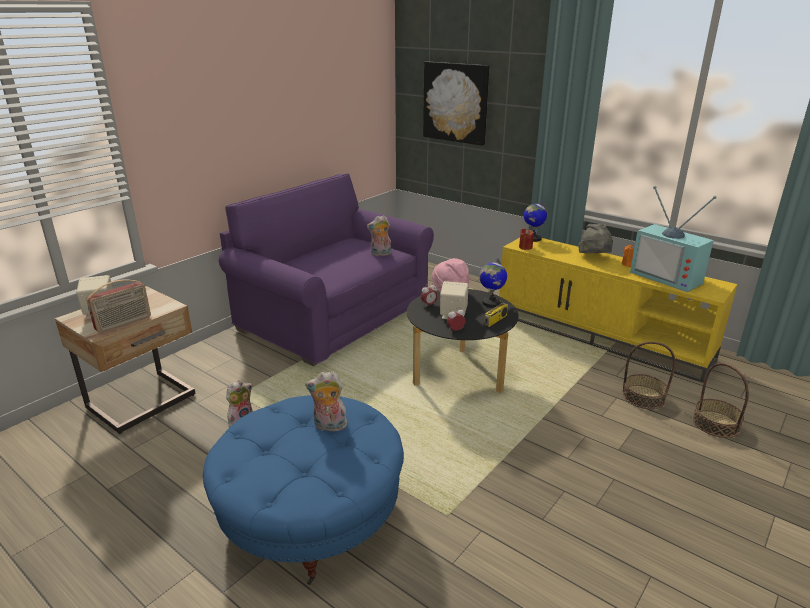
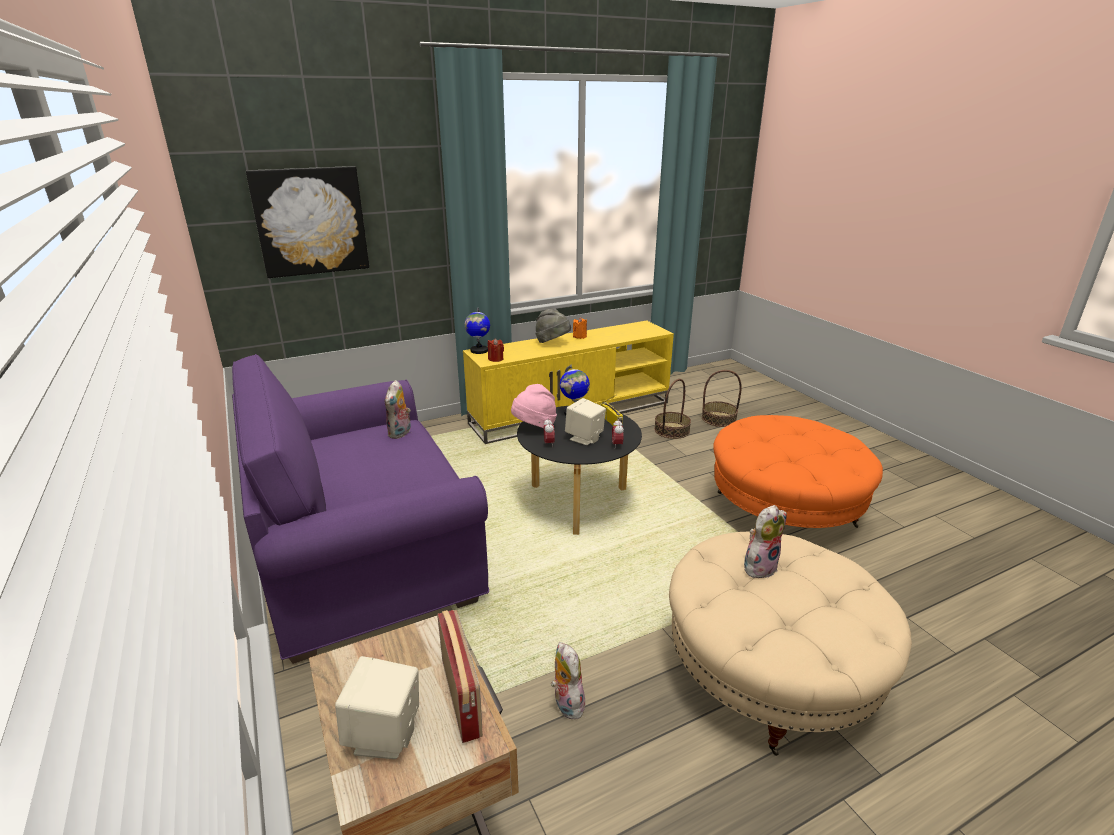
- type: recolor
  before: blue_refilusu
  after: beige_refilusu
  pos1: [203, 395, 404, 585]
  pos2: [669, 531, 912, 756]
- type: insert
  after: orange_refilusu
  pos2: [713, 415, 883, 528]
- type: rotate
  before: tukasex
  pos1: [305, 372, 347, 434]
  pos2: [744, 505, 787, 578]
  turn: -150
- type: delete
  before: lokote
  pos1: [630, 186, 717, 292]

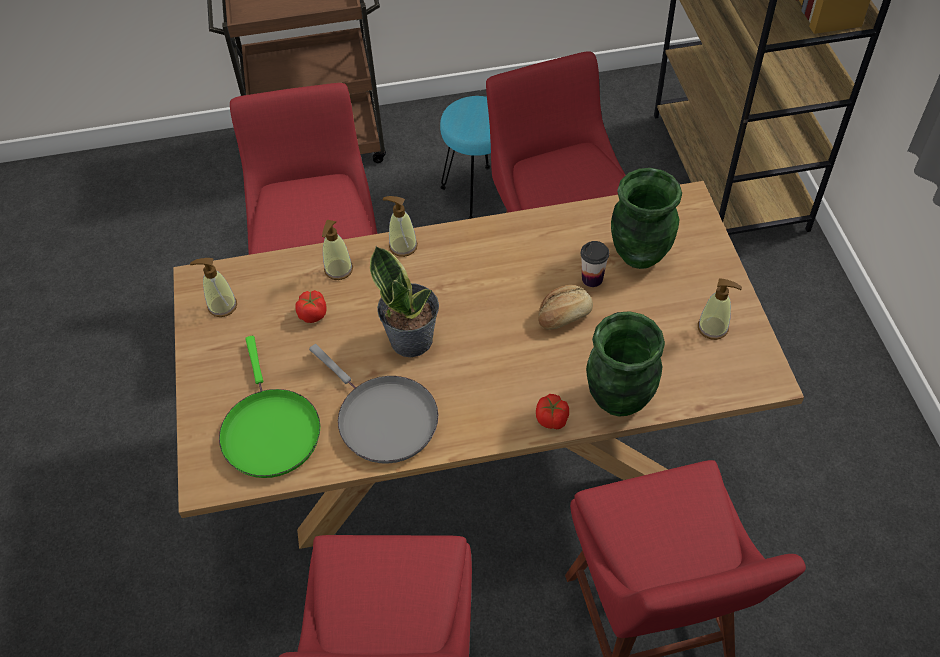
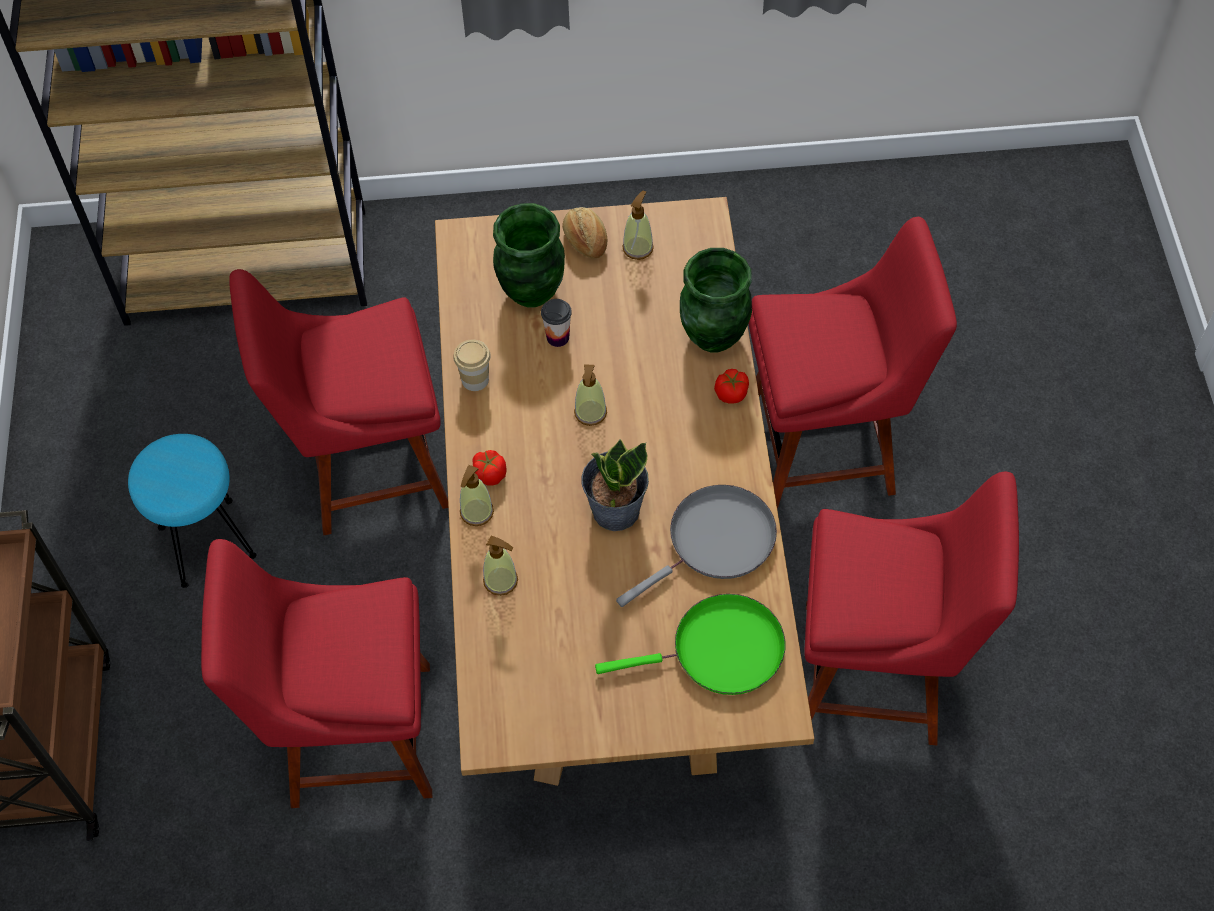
- type: insert
  after: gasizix
  pos2: [453, 340, 491, 391]
- type: move
  before: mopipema
  pos1: [296, 290, 327, 323]
  pos2: [473, 450, 507, 485]
- type: move
  before: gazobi
  pos1: [538, 285, 593, 330]
  pos2: [562, 207, 607, 259]
- type: move
  before: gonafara
  pos1: [190, 258, 237, 317]
  pos2: [574, 364, 607, 426]

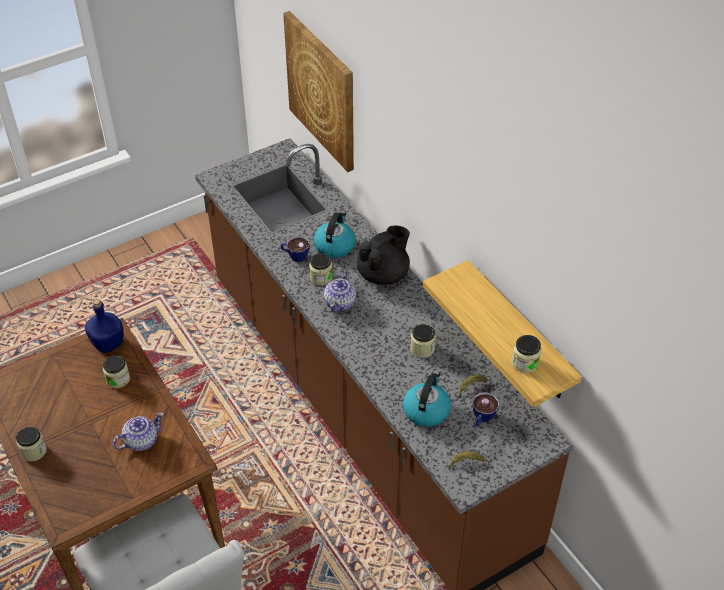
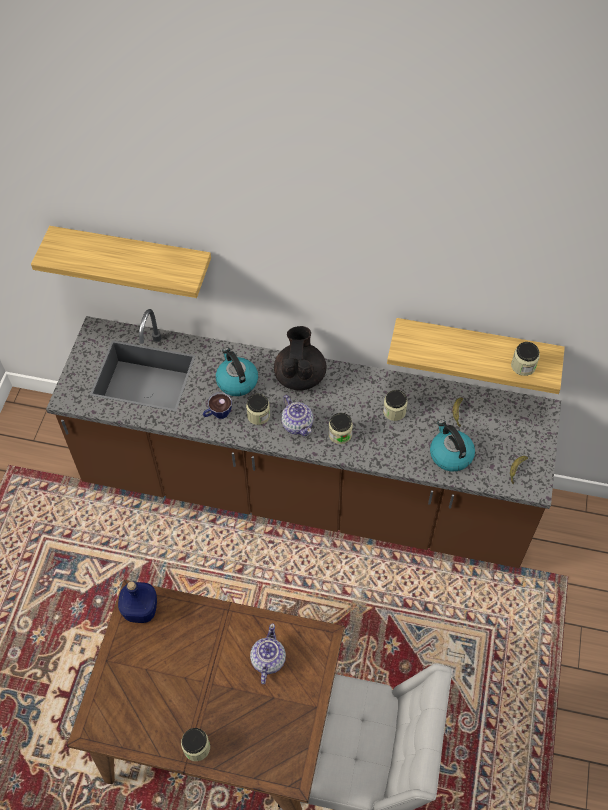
- type: replace
  before: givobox
  after: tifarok
  pos1: [283, 11, 354, 172]
  pos2: [31, 226, 211, 298]
- type: move
  before: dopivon
  pos1: [103, 355, 130, 388]
  pos2: [329, 413, 353, 444]
- type: delete
  before: gasizix
  pos1: [472, 392, 500, 426]

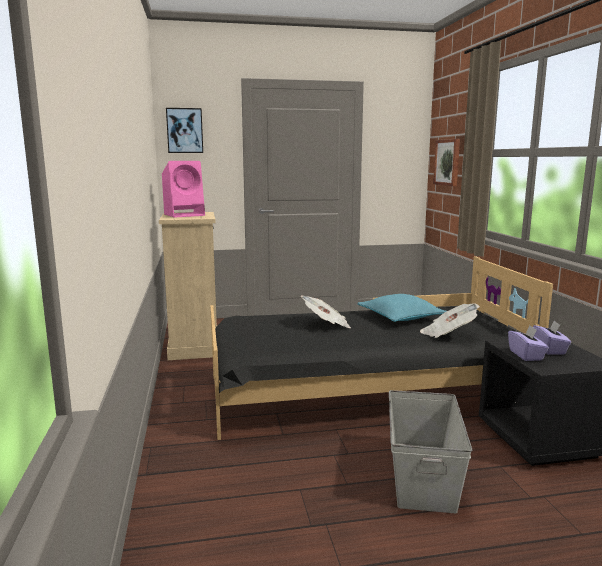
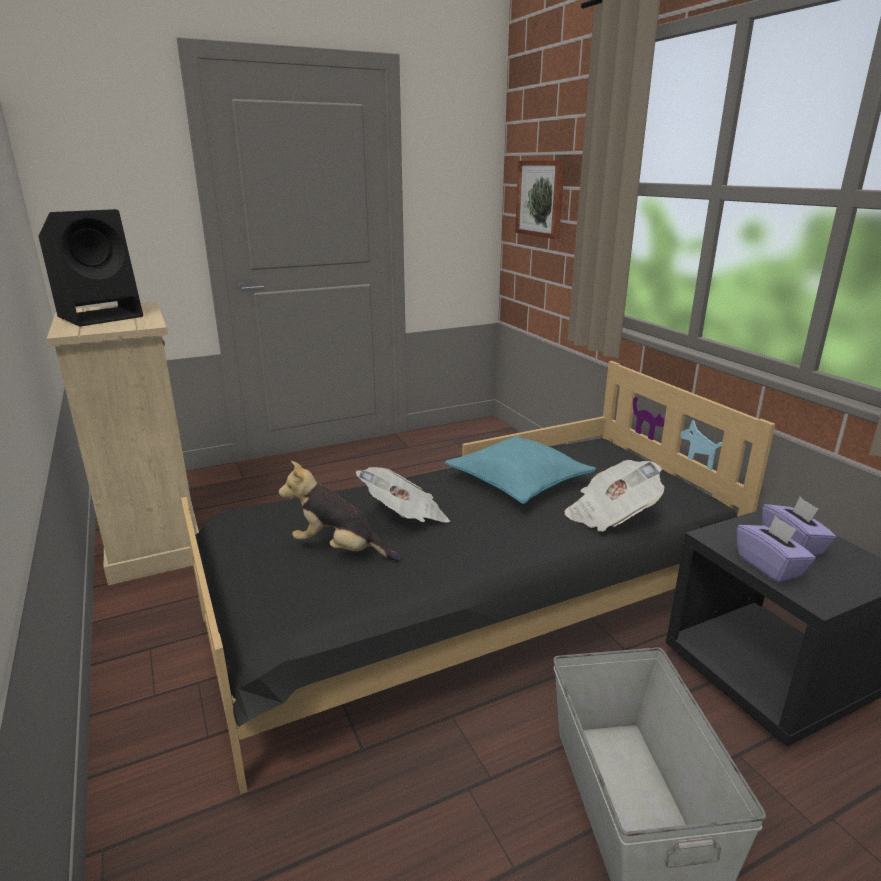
- type: recolor
  before: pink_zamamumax
  after: black_zamamumax
  pos1: [162, 161, 205, 218]
  pos2: [38, 209, 143, 327]
- type: insert
  after: tukasex
  pos2: [279, 461, 401, 561]
- type: delete
  before: givobox
  pos1: [166, 108, 203, 153]

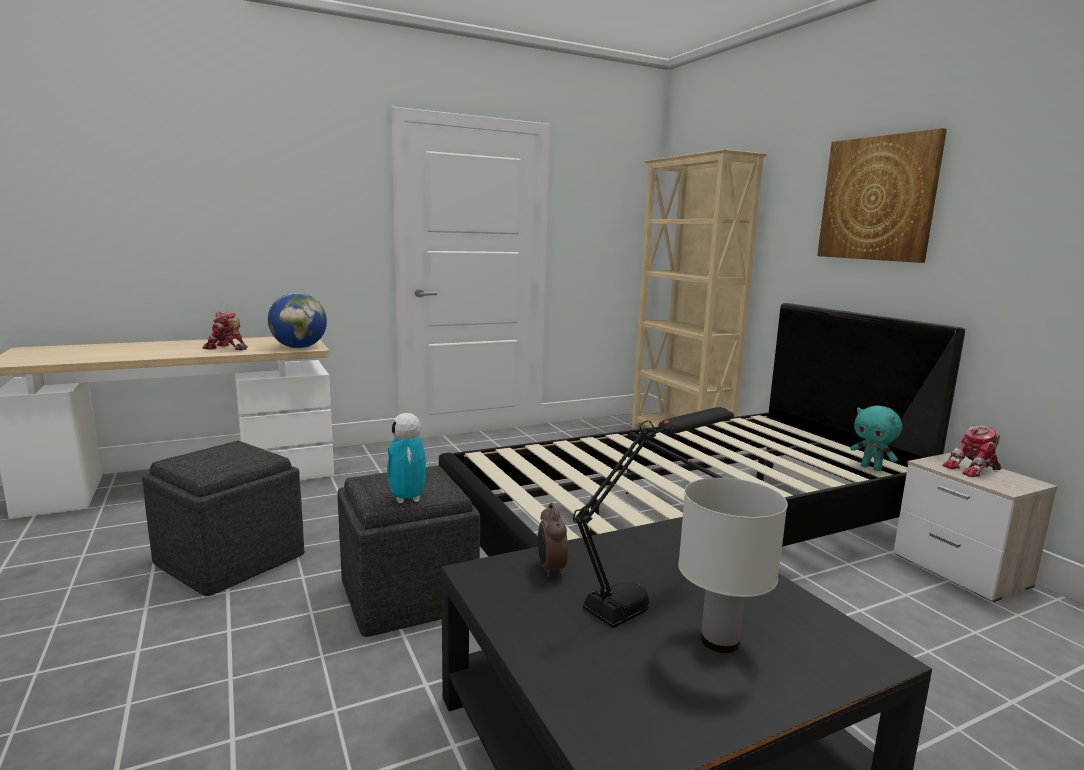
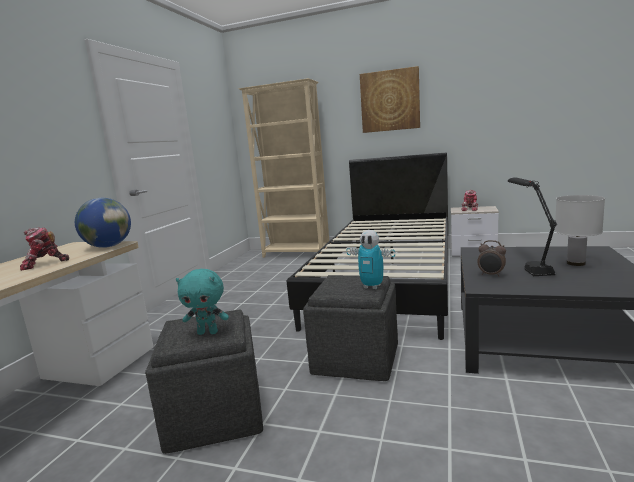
- type: move
  before: turquoise_tukasex
  pos1: [850, 406, 902, 471]
  pos2: [176, 269, 229, 335]

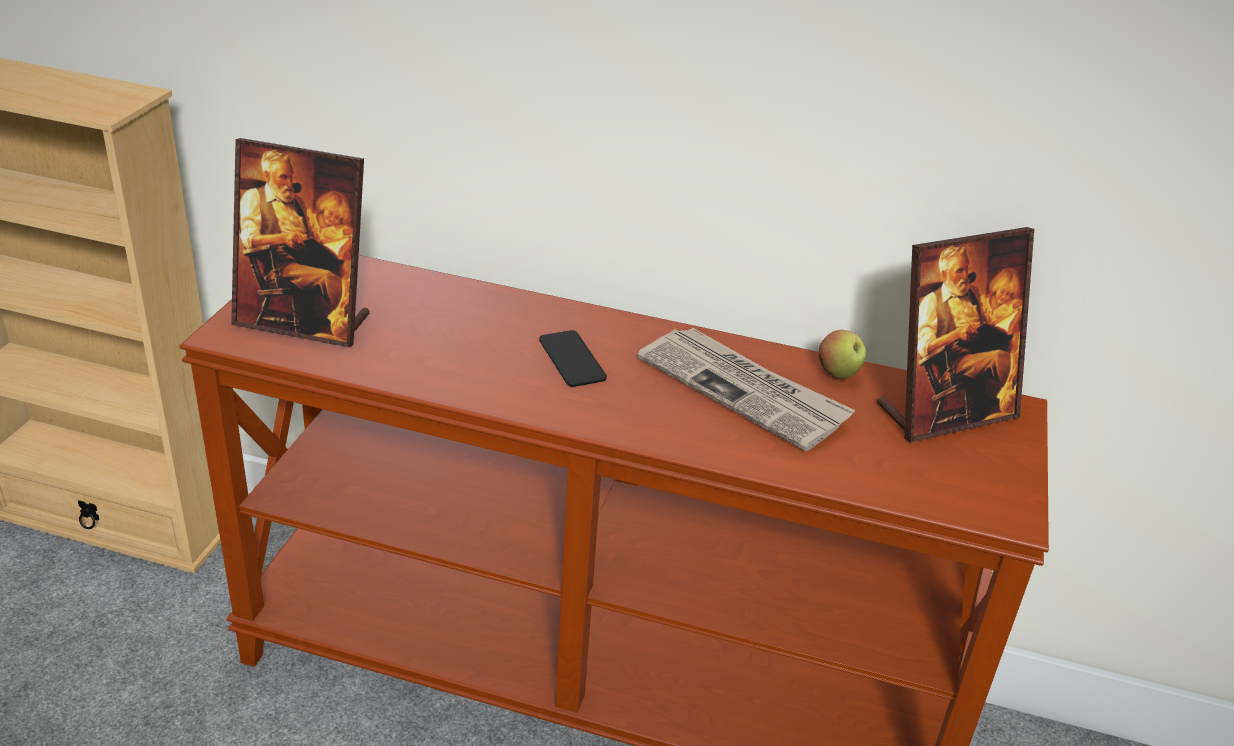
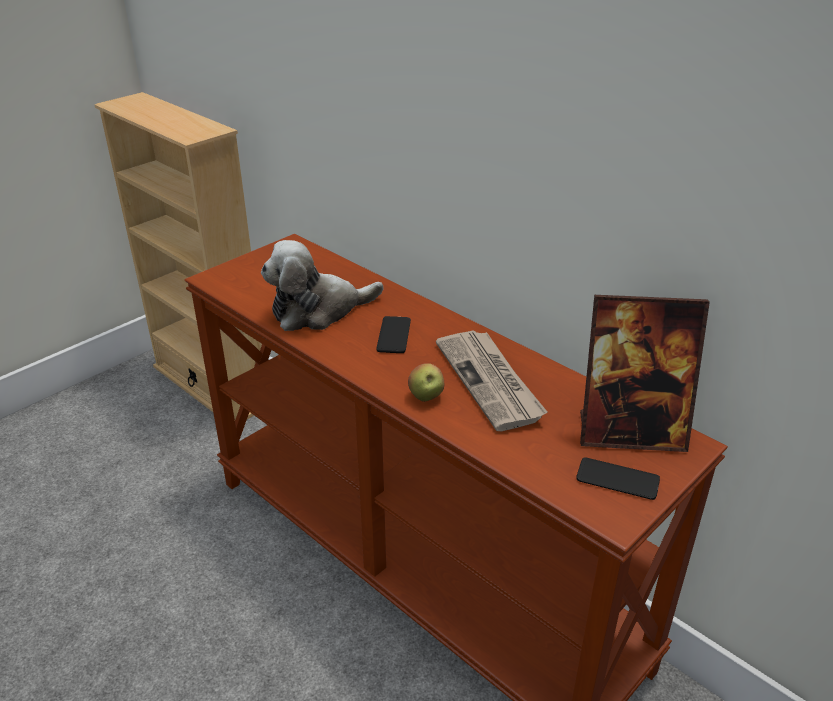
- type: insert
  after: tukasex
  pos2: [261, 240, 384, 331]
- type: move
  before: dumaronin
  pos1: [819, 330, 867, 380]
  pos2: [408, 363, 444, 402]
- type: insert
  after: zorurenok
  pos2: [576, 457, 660, 500]
- type: delete
  before: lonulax
  pos1: [231, 138, 370, 347]

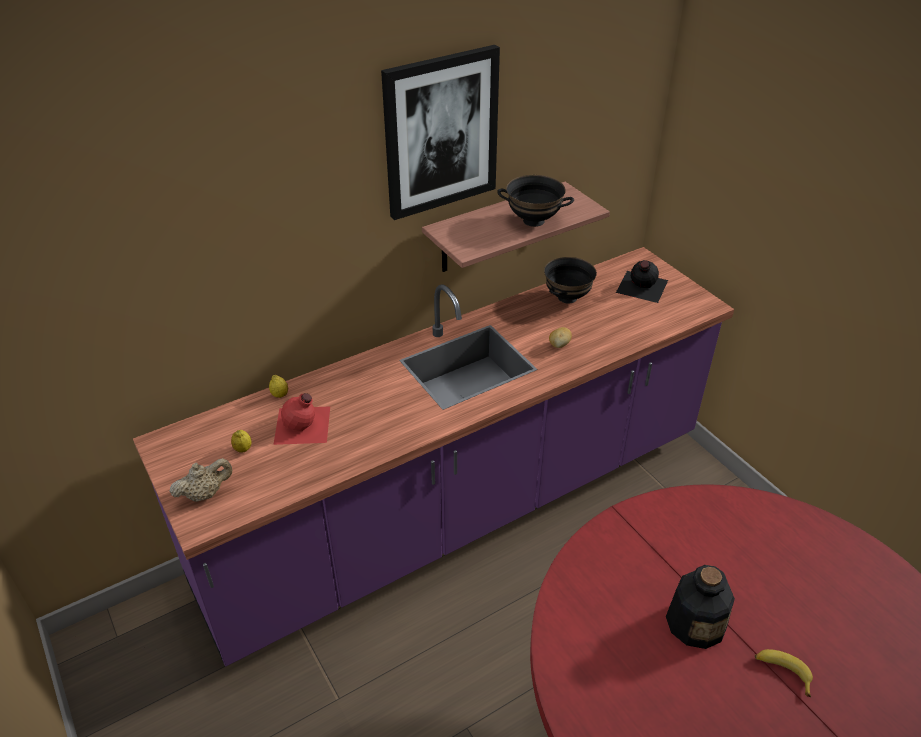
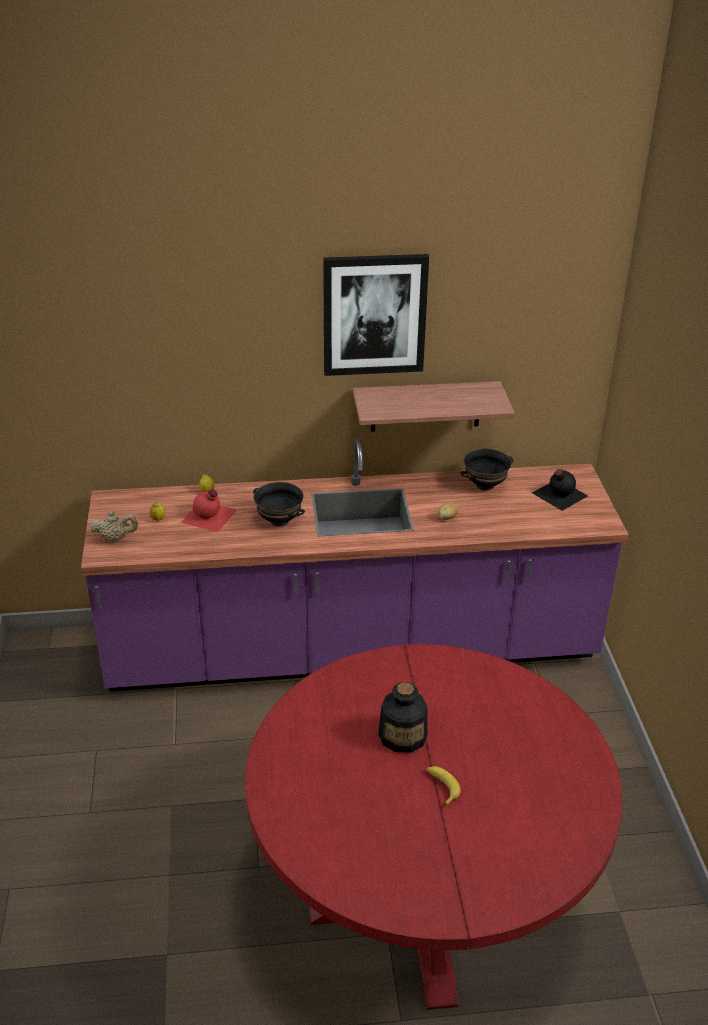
- type: move
  before: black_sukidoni
  pos1: [497, 175, 574, 227]
  pos2: [253, 482, 305, 527]

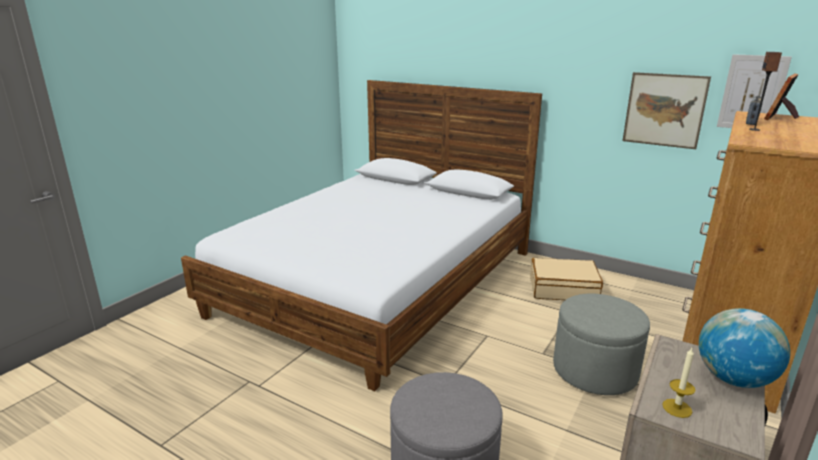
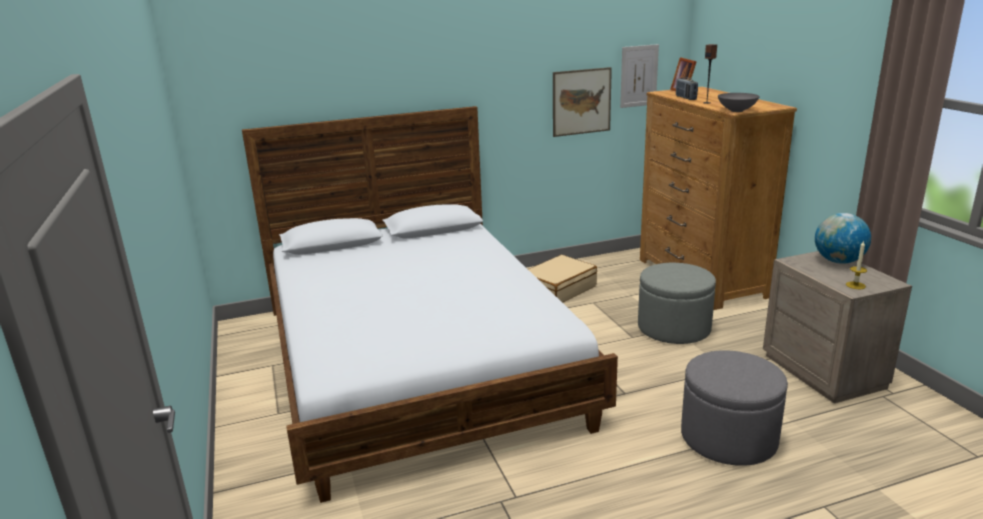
- type: insert
  after: grey_sukidoni
  pos2: [718, 93, 760, 112]

